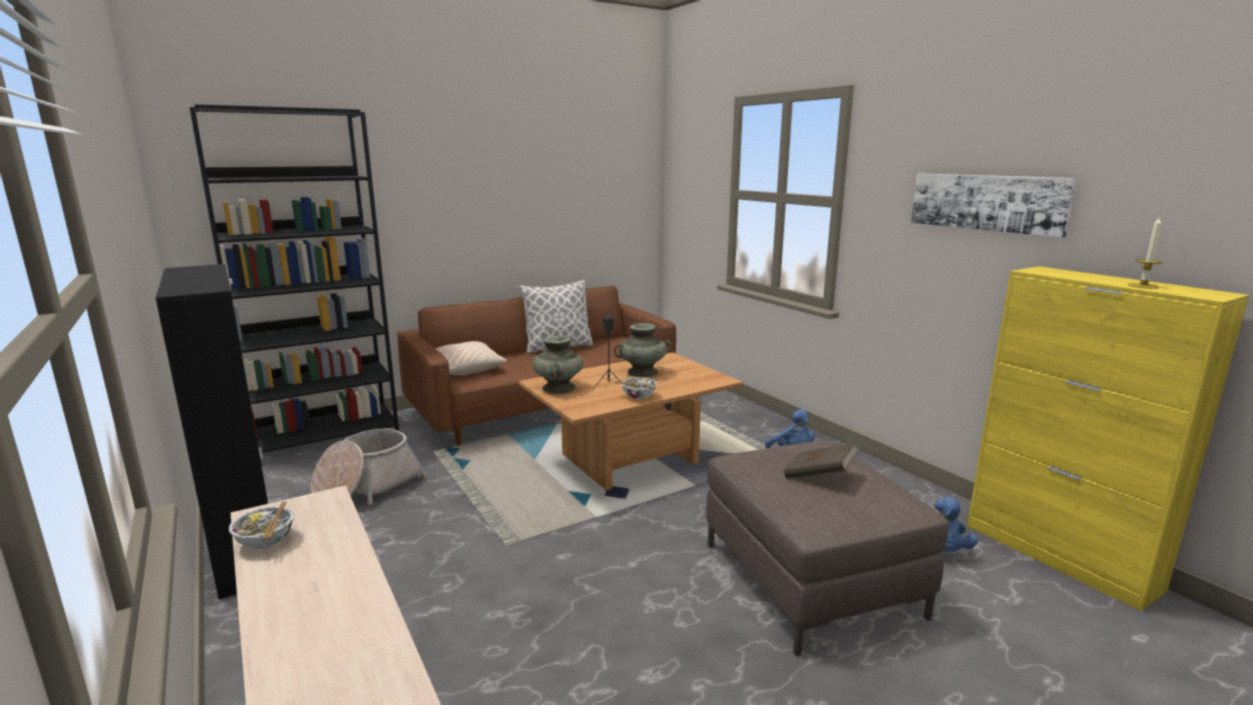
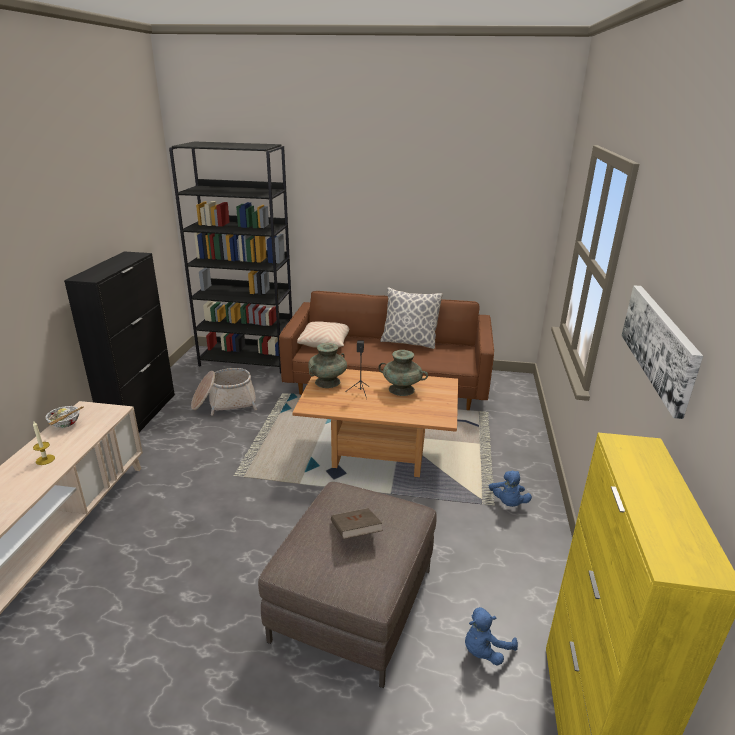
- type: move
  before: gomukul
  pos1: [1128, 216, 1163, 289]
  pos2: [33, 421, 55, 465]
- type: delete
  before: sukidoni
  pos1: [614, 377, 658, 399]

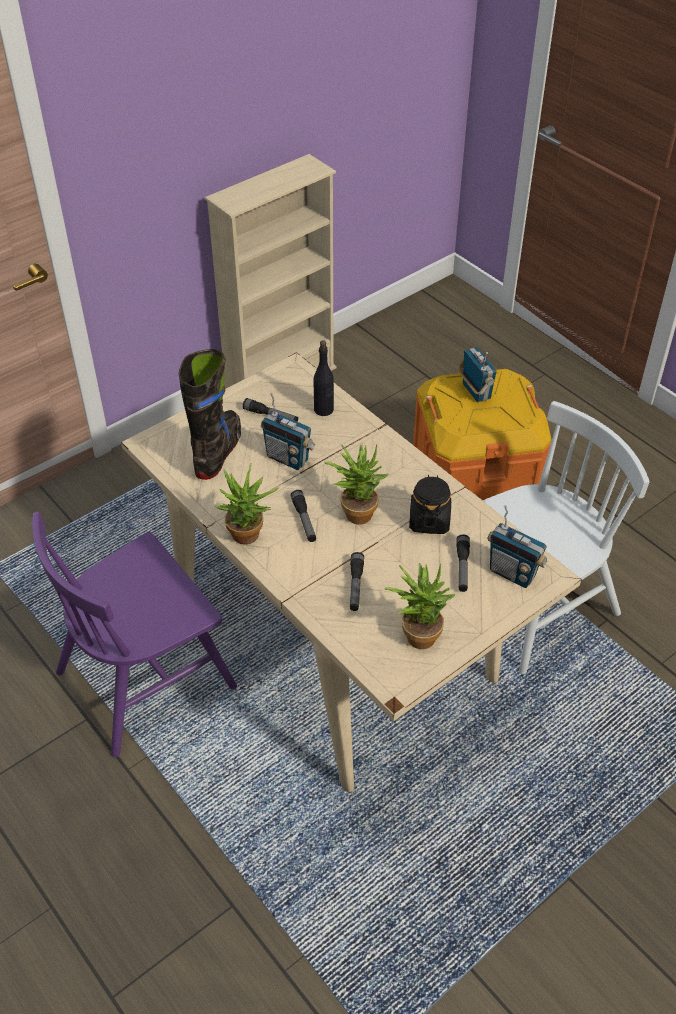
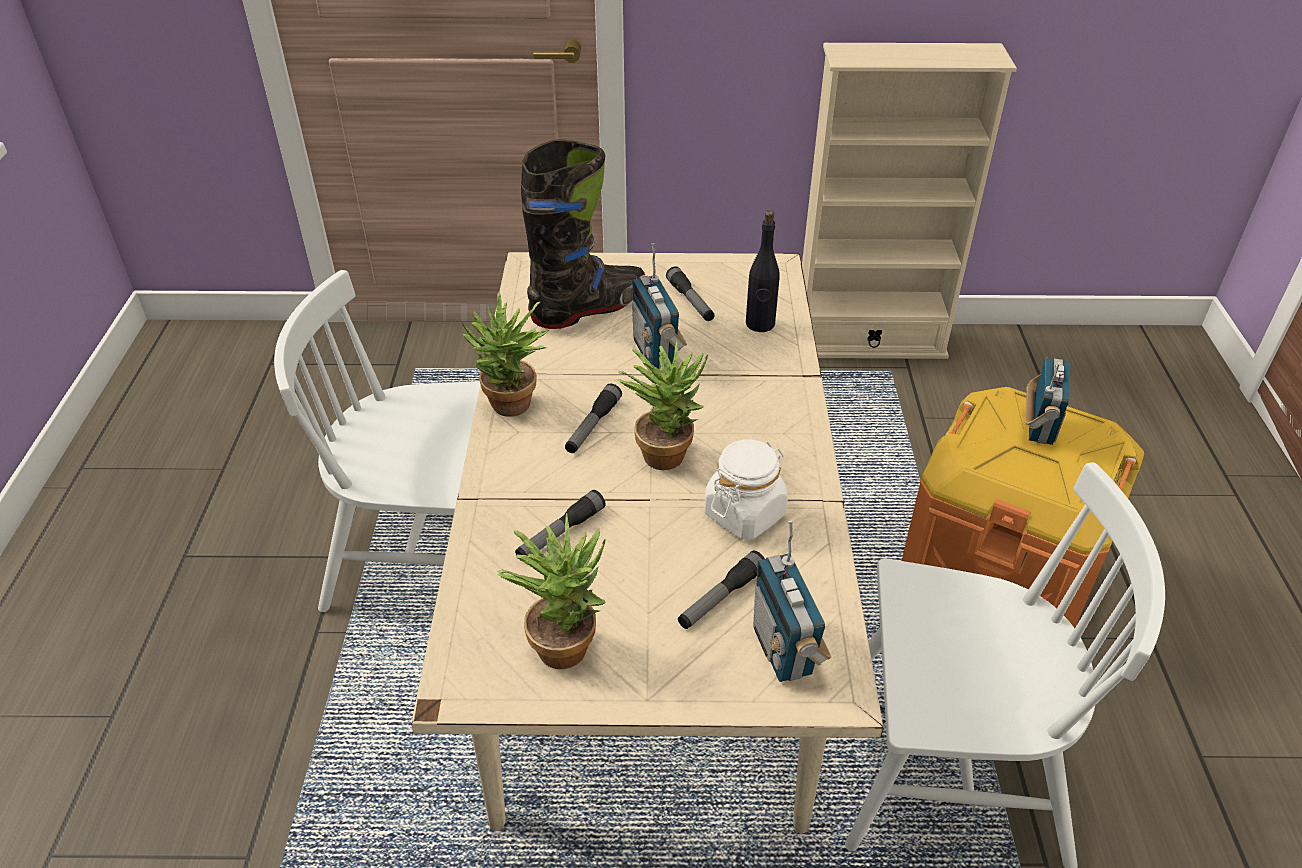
- type: recolor
  before: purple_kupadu
  after: white_kupadu
  pos1: [32, 511, 237, 757]
  pos2: [274, 270, 480, 612]
- type: recolor
  before: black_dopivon
  after: white_dopivon
  pos1: [409, 475, 451, 534]
  pos2: [704, 440, 788, 540]

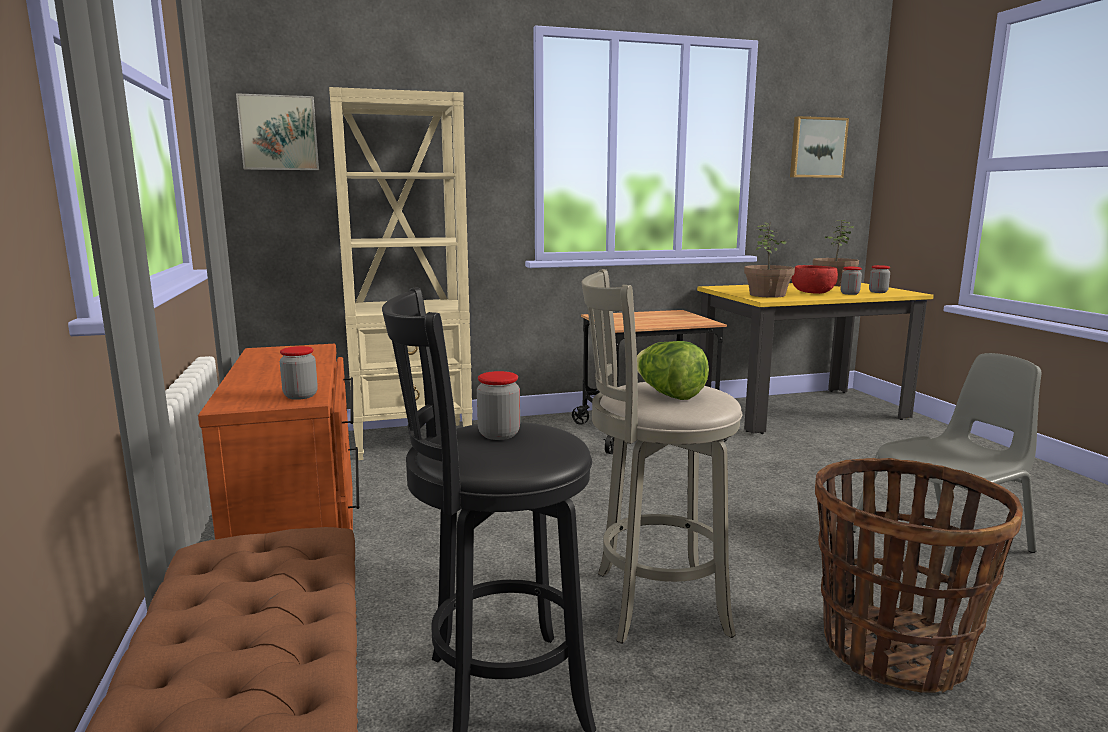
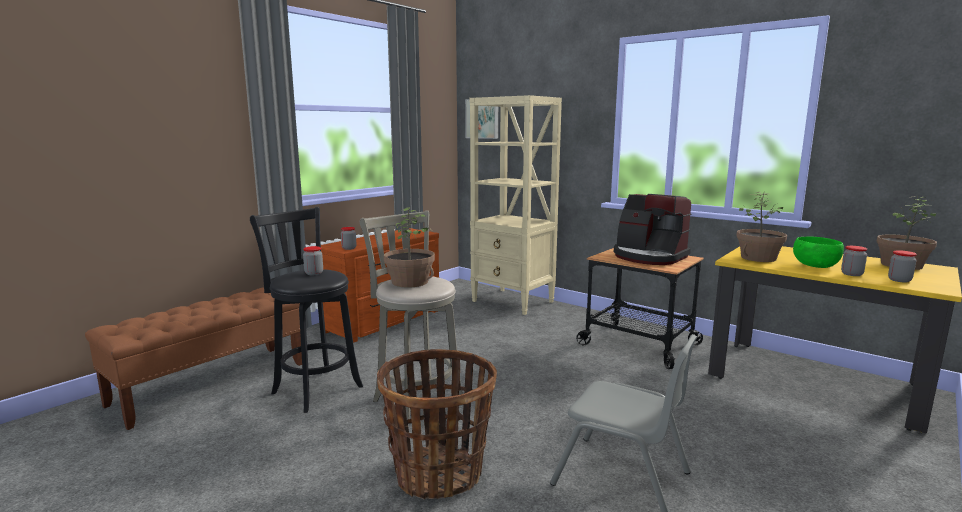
- type: replace
  before: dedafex
  after: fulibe
  pos1: [637, 341, 709, 400]
  pos2: [384, 207, 435, 288]
- type: insert
  after: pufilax
  pos2: [614, 194, 691, 265]
- type: recolor
  before: red_sukidoni
  after: green_sukidoni
  pos1: [792, 265, 838, 294]
  pos2: [793, 236, 844, 268]
- type: delete
  before: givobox
  pos1: [790, 116, 849, 178]

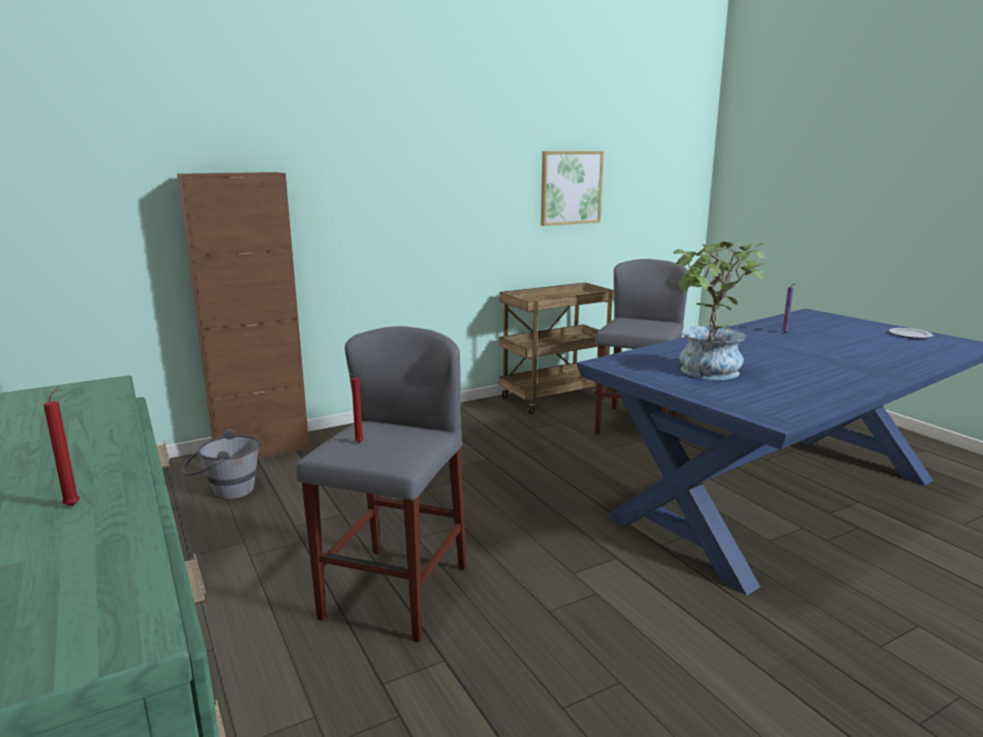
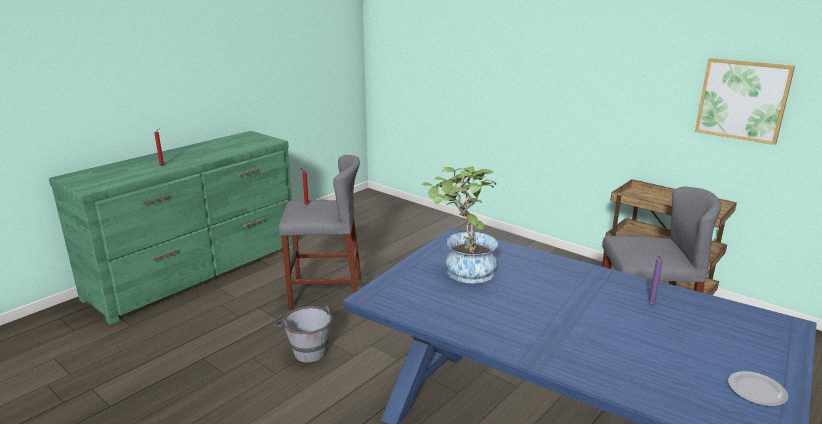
- type: move
  before: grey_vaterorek
  pos1: [181, 429, 260, 499]
  pos2: [274, 305, 332, 362]
- type: delete
  before: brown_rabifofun
  pos1: [177, 172, 310, 459]

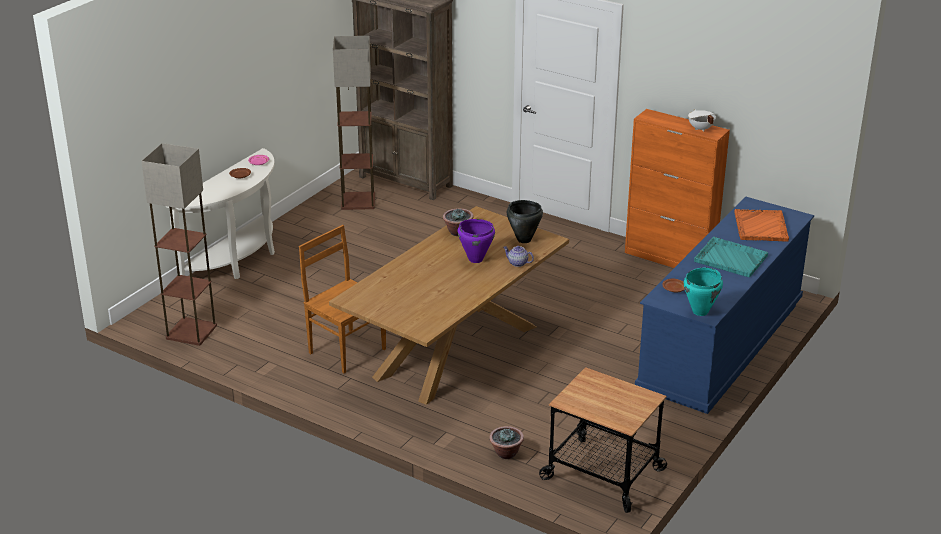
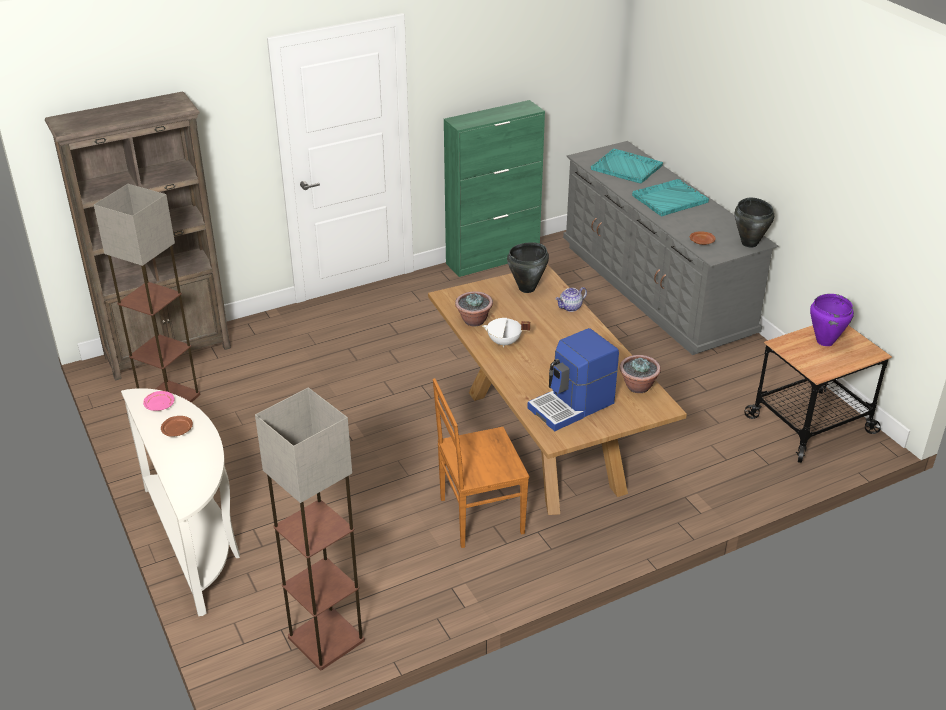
- type: recolor
  before: orange_rabifofun
  after: green_rabifofun
  pos1: [625, 109, 730, 268]
  pos2: [444, 100, 545, 277]
- type: move
  before: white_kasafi
  pos1: [688, 109, 716, 131]
  pos2: [482, 318, 530, 347]
- type: insert
  after: pufilax
  pos2: [527, 328, 619, 431]
- type: recolor
  before: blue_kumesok
  after: grey_kumesok
  pos1: [635, 197, 814, 414]
  pos2: [563, 141, 778, 355]
- type: recolor
  before: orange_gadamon
  after: turquoise_gadamon
  pos1: [735, 209, 789, 241]
  pos2: [591, 149, 663, 183]
- type: move
  before: fulibe
  pos1: [489, 426, 524, 459]
  pos2: [619, 355, 661, 393]
- type: recolor
  before: turquoise_kasafi
  after: black_kasafi
  pos1: [684, 268, 723, 316]
  pos2: [735, 198, 774, 248]
- type: move
  before: purple_kasafi
  pos1: [457, 219, 495, 263]
  pos2: [810, 294, 854, 346]

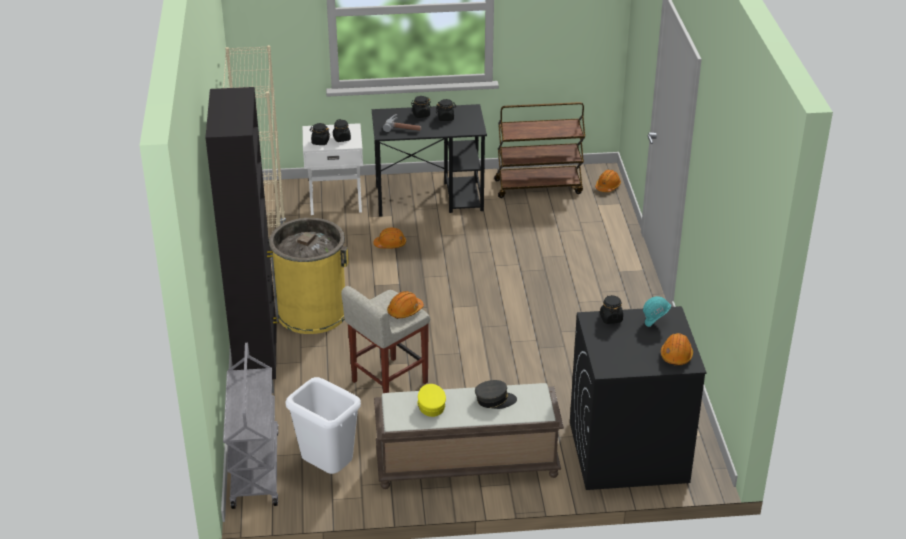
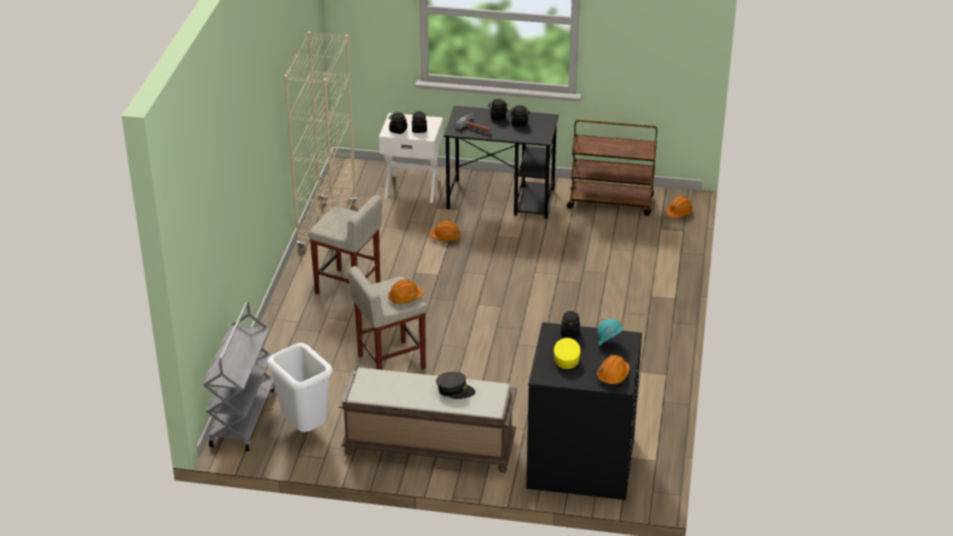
- type: replace
  before: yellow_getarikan
  after: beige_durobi
  pos1: [269, 218, 349, 334]
  pos2: [308, 195, 382, 306]
- type: move
  before: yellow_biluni
  pos1: [418, 384, 446, 417]
  pos2: [554, 338, 581, 369]
- type: delete
  before: black_rabifofun
  pos1: [205, 87, 279, 393]

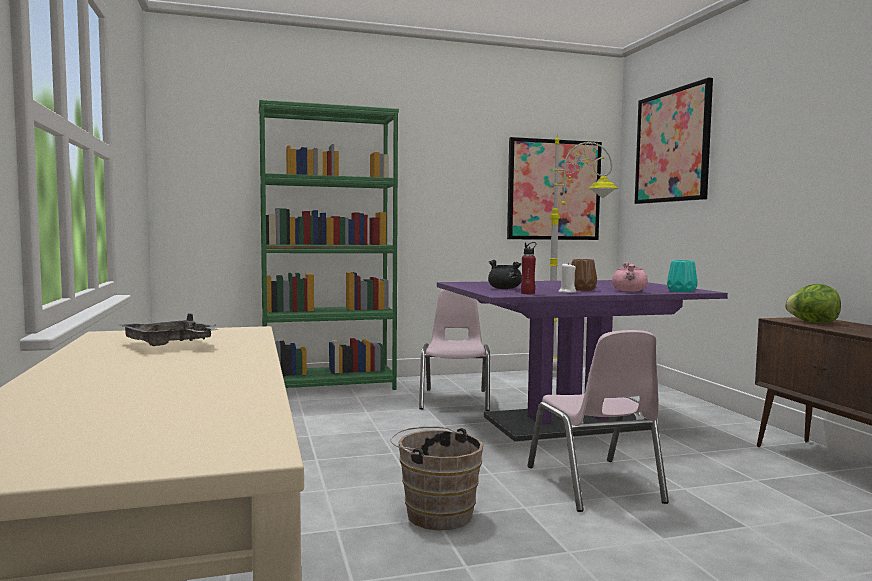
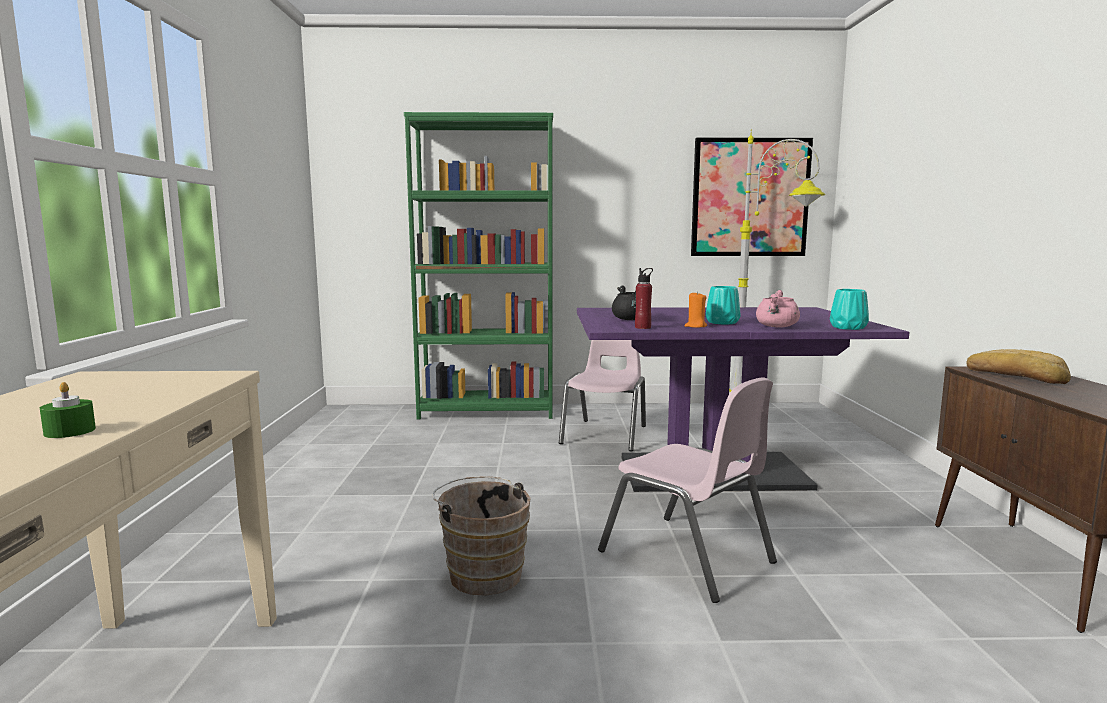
- type: insert
  after: green_gomukul
  pos2: [40, 382, 96, 438]
- type: rotate
  before: pink_kupadu
  pos1: [527, 330, 669, 512]
  pos2: [598, 377, 777, 603]
  turn: -45
- type: recolor
  before: white_gomukul
  after: orange_gomukul
  pos1: [558, 262, 576, 293]
  pos2: [684, 291, 707, 328]
- type: recolor
  before: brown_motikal
  after: turquoise_motikal
  pos1: [571, 259, 597, 291]
  pos2: [706, 286, 741, 324]
- type: replace
  before: dedafex
  after: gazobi
  pos1: [785, 284, 841, 323]
  pos2: [966, 349, 1071, 384]
- type: delete
  before: grey_gadamon
  pos1: [119, 313, 218, 346]
- type: delete
  before: givobox
  pos1: [634, 78, 713, 204]

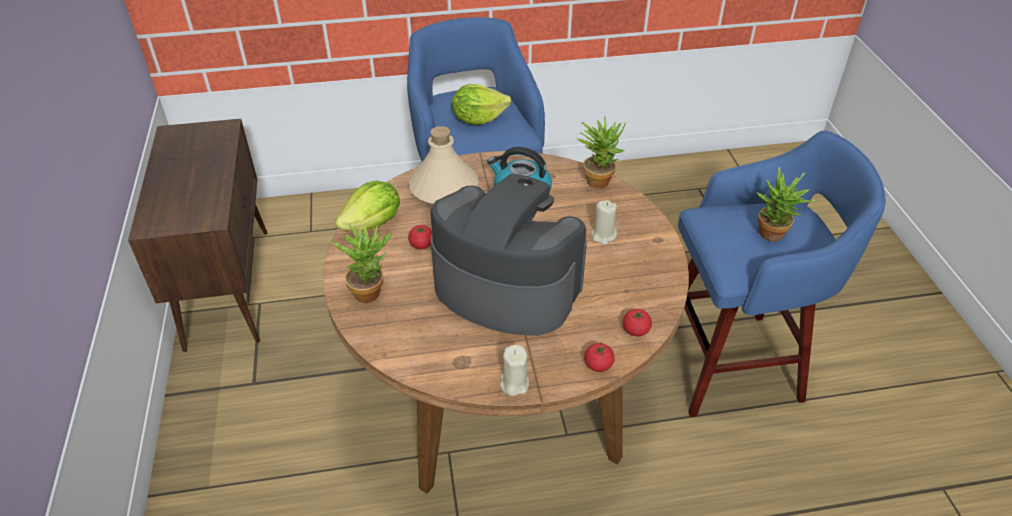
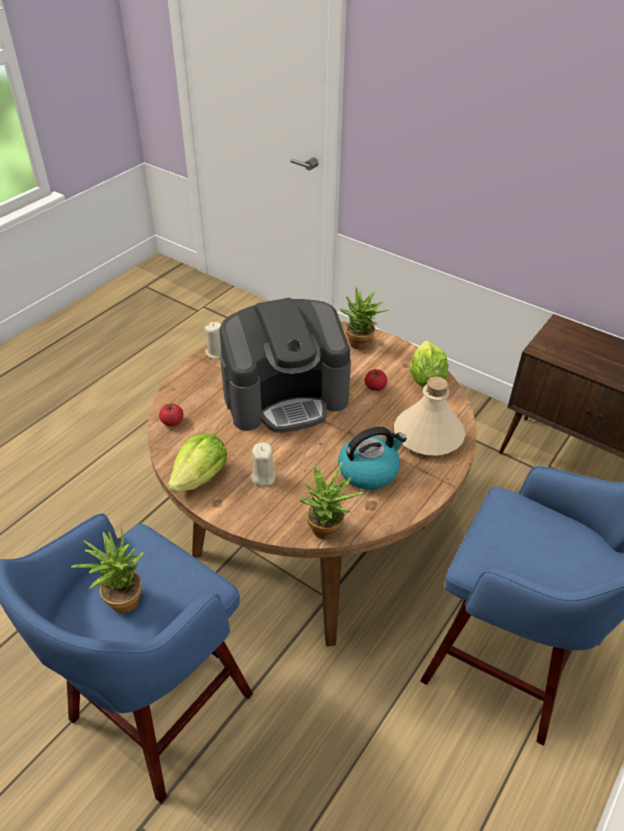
- type: move
  before: dedafex
  pos1: [452, 84, 511, 125]
  pos2: [168, 434, 227, 493]
- type: delete
  before: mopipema
  pos1: [584, 342, 615, 372]

